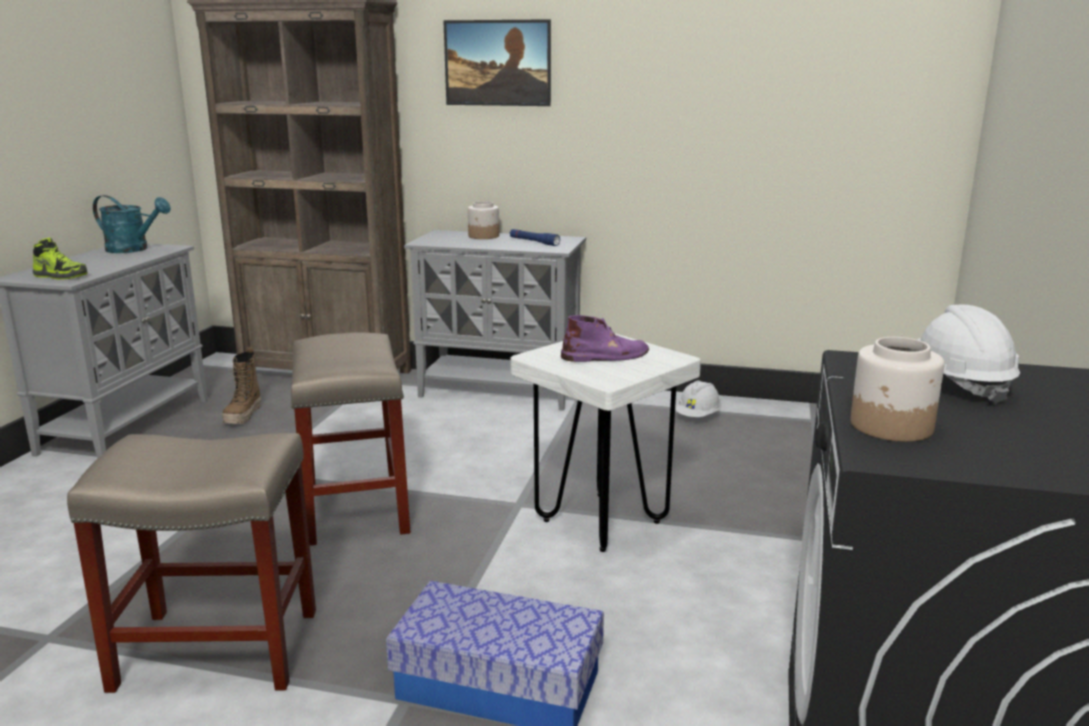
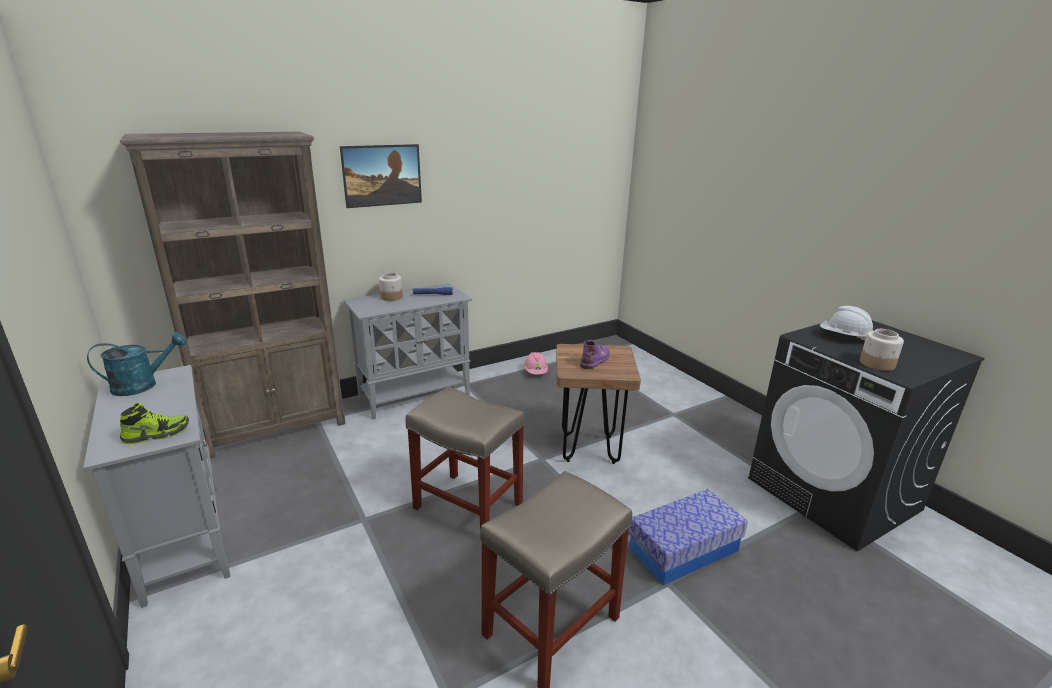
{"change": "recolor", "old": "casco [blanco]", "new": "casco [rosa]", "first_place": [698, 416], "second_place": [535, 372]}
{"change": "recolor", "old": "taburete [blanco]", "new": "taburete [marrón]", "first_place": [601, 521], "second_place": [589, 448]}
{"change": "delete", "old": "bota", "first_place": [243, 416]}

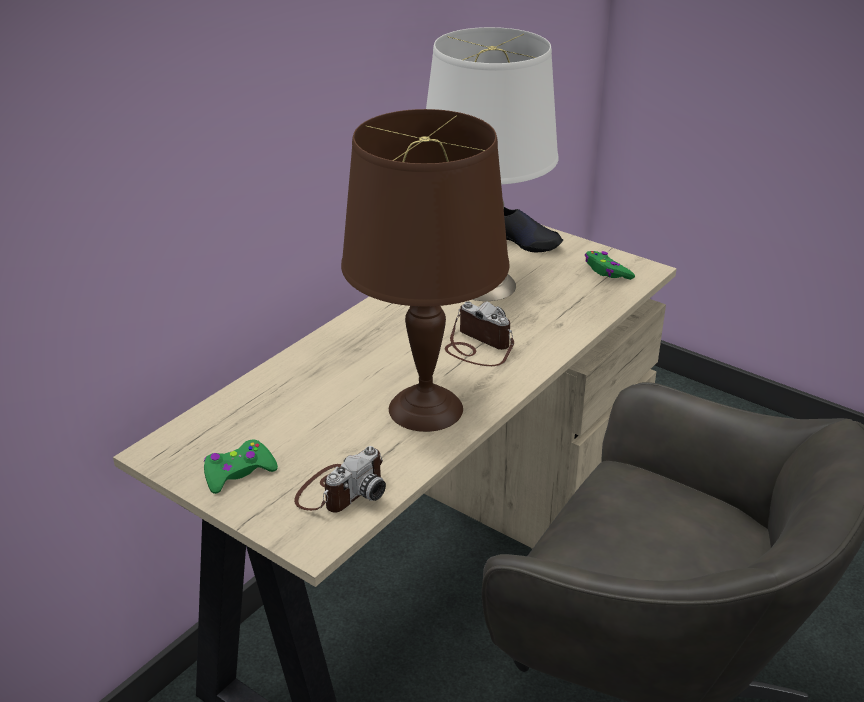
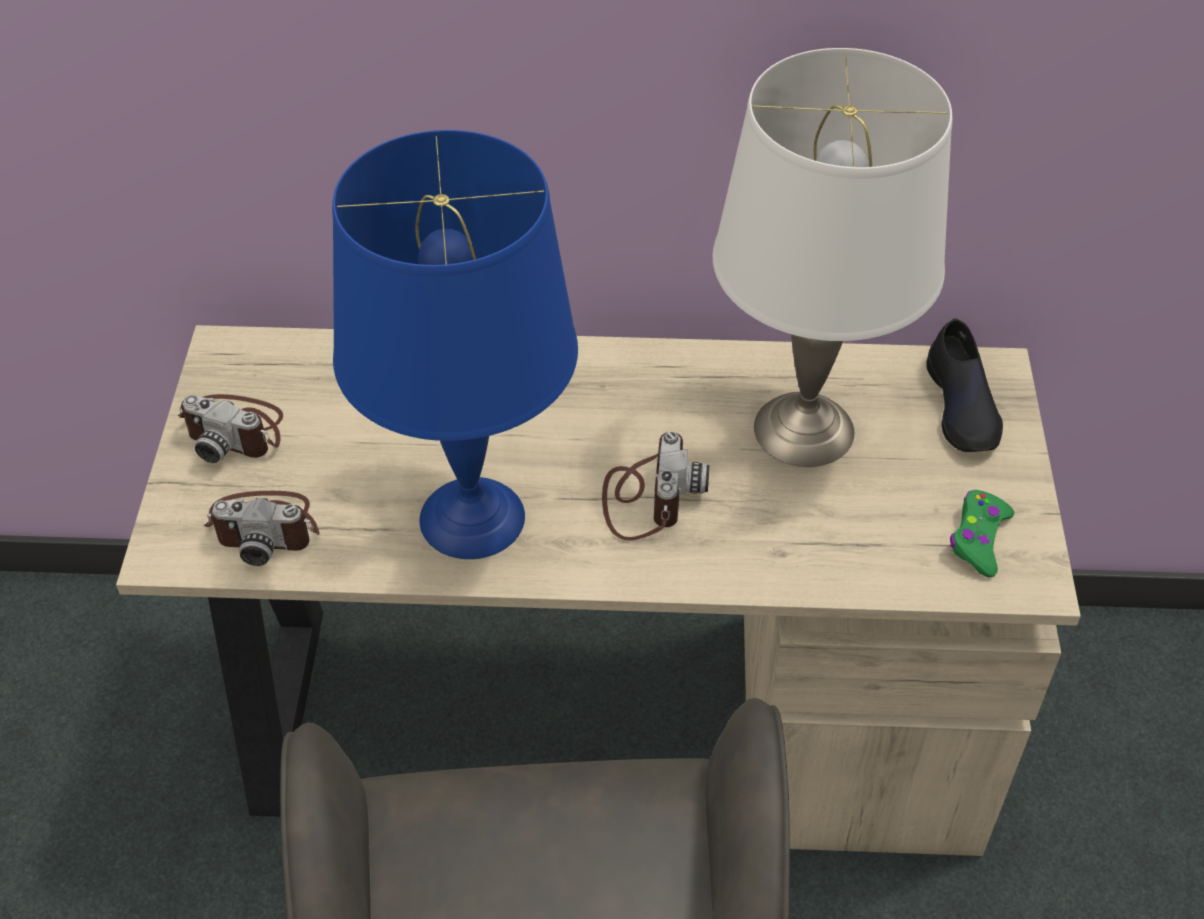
{"change": "replace", "old": "mando de consola [verde]", "new": "cámara", "first_place": [238, 473], "second_place": [236, 430]}
{"change": "recolor", "old": "lámpara de mesa [marrón]", "new": "lámpara de mesa [azul]", "first_place": [425, 409], "second_place": [470, 517]}

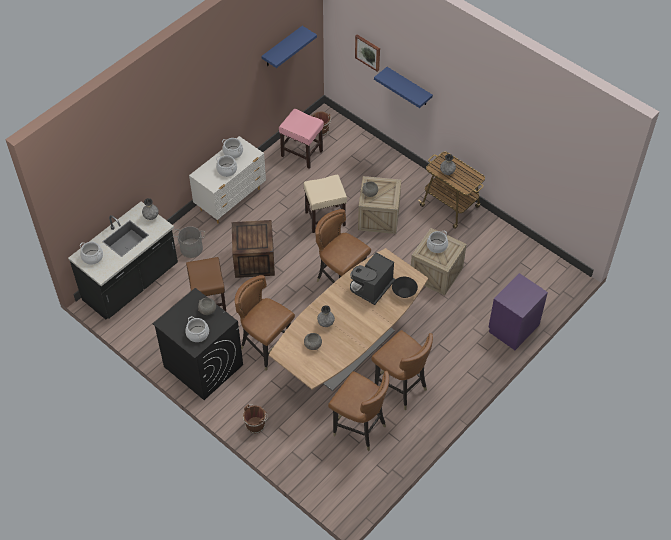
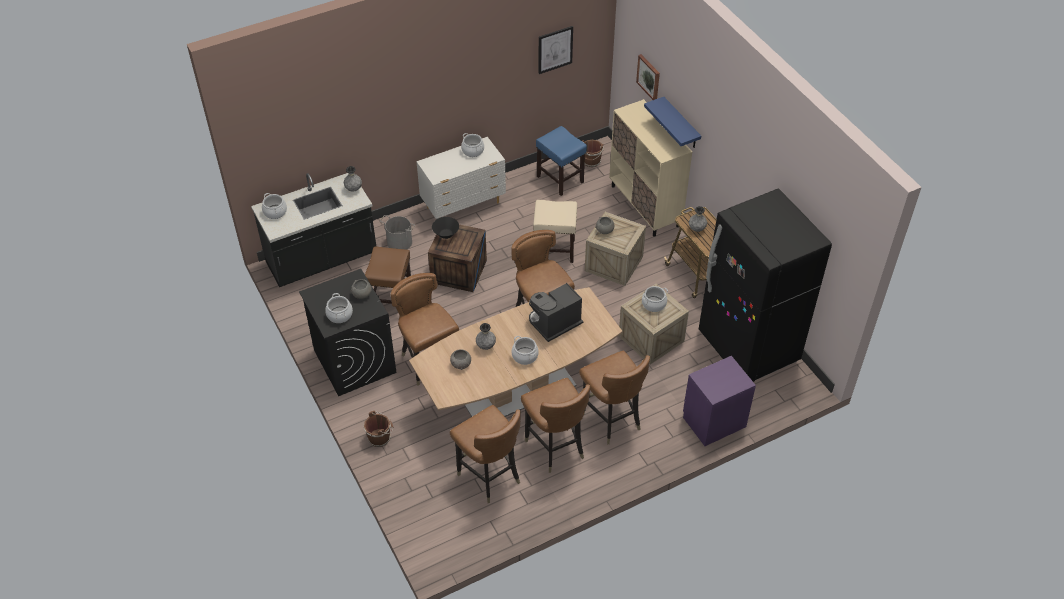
{"change": "move", "old": "cuenco [negro]", "first_place": [404, 293], "second_place": [446, 234]}
{"change": "move", "old": "olla", "first_place": [227, 170], "second_place": [525, 356]}
{"change": "recolor", "old": "taburete [rosa]", "new": "taburete [azul]", "first_place": [302, 154], "second_place": [560, 179]}
{"change": "replace", "old": "estante [azul]", "new": "cuadro", "first_place": [282, 47], "second_place": [555, 49]}
{"change": "insert", "new": "silla [marrón]", "second_place": [611, 420]}
{"change": "insert", "new": "armario [beis]", "second_place": [645, 206]}
{"change": "insert", "new": "nevera [negro]", "second_place": [748, 347]}

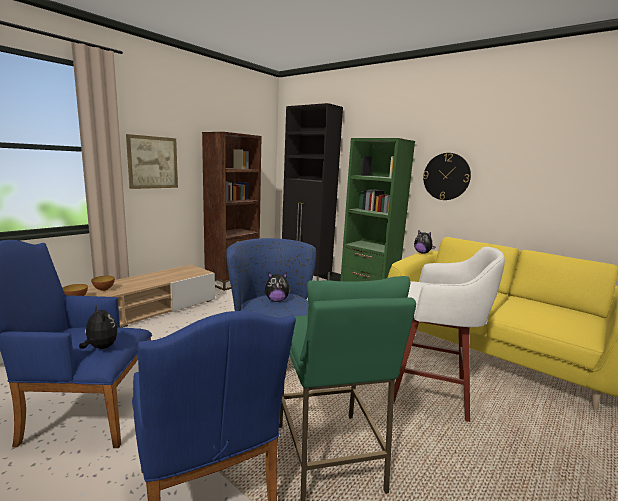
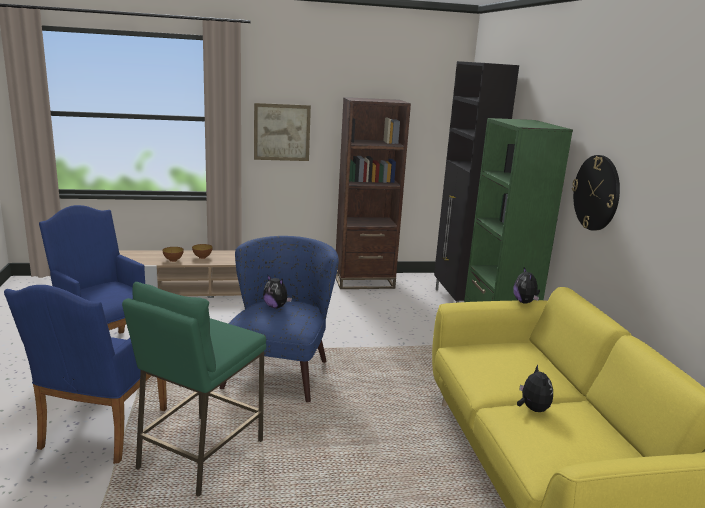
{"change": "move", "old": "peluche", "first_place": [100, 347], "second_place": [532, 409]}
{"change": "delete", "old": "taburete [blanco]", "first_place": [432, 392]}

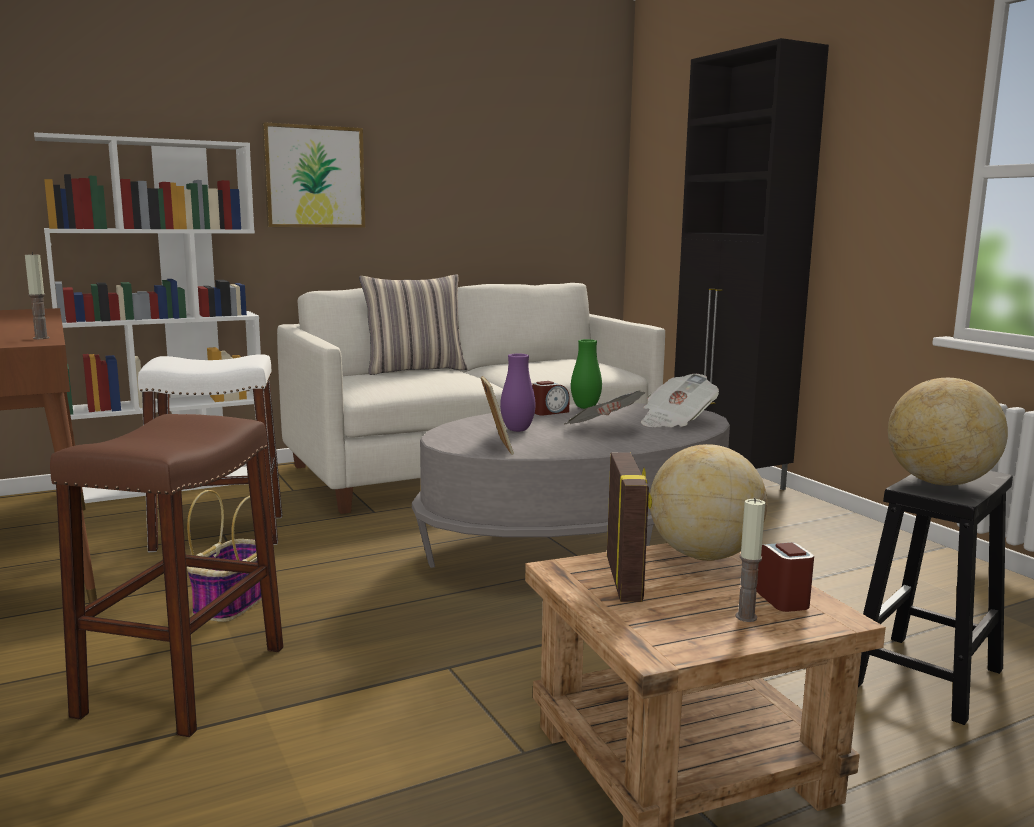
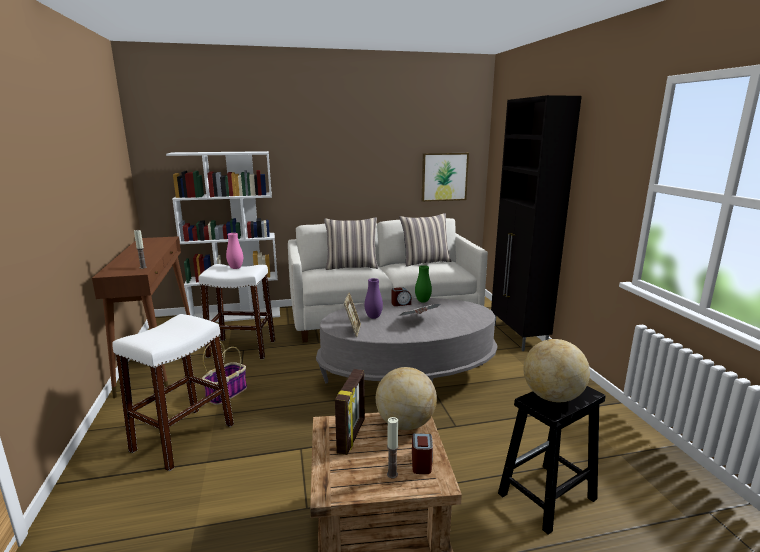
{"change": "recolor", "old": "taburete [marrón]", "new": "taburete [blanco]", "first_place": [184, 680], "second_place": [183, 437]}
{"change": "insert", "new": "florero [rosa]", "second_place": [235, 268]}
{"change": "insert", "new": "cojín", "second_place": [425, 262]}
{"change": "move", "old": "cuadro", "first_place": [314, 177], "second_place": [444, 177]}
{"change": "delete", "old": "periódico", "first_place": [675, 422]}

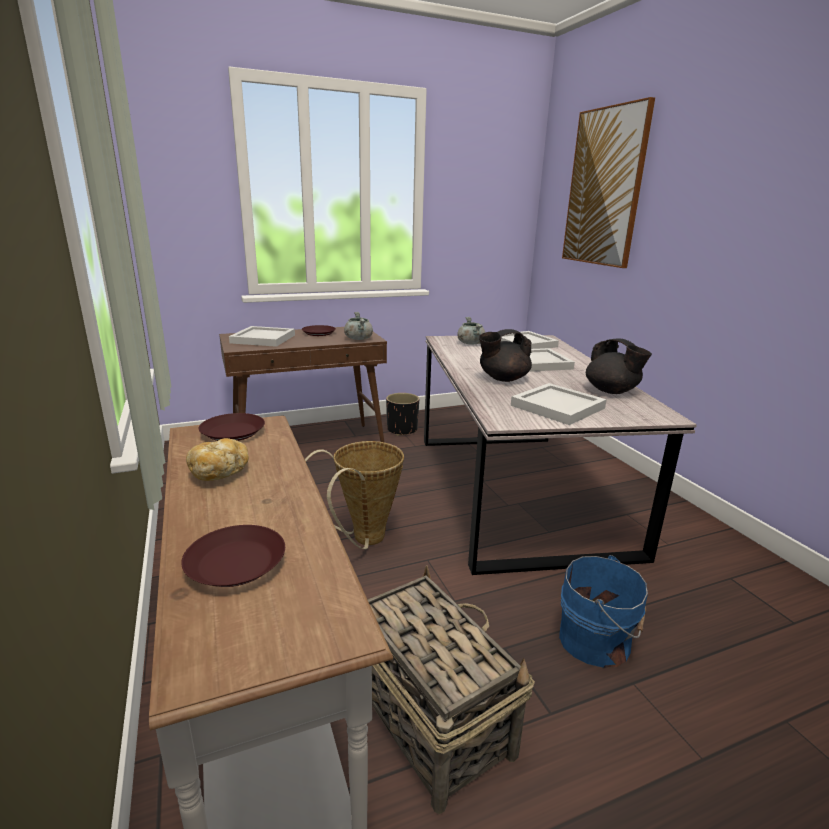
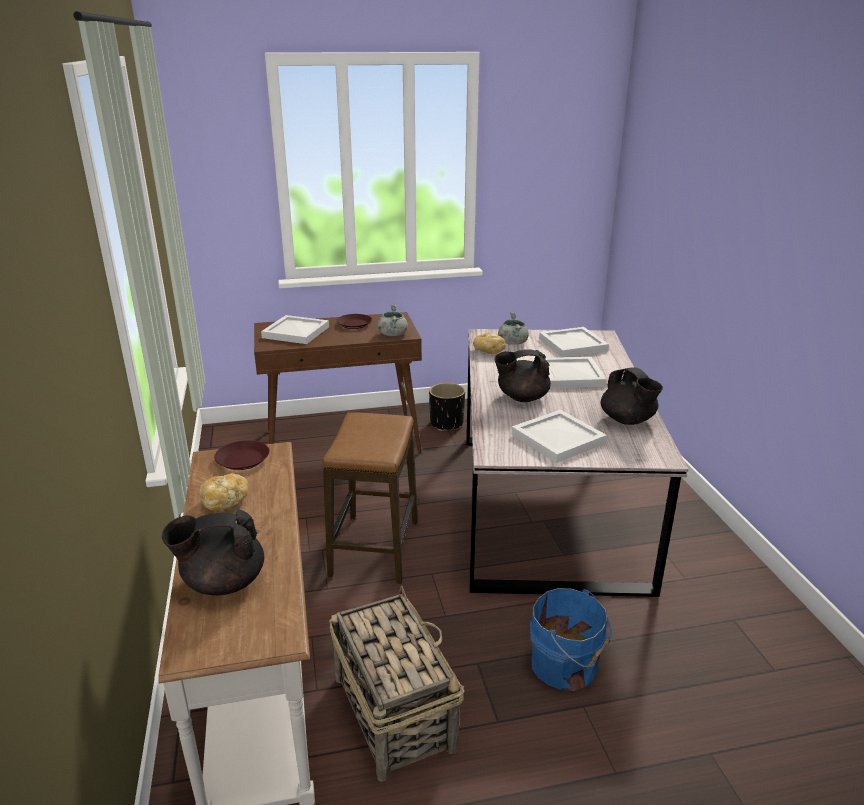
{"change": "replace", "old": "plato [marrón]", "new": "tetera [negro]", "first_place": [235, 563], "second_place": [223, 582]}
{"change": "replace", "old": "cesta", "new": "taburete", "first_place": [362, 540], "second_place": [374, 548]}
{"change": "insert", "new": "pan", "second_place": [488, 351]}
{"change": "delete", "old": "cuadro", "first_place": [605, 188]}

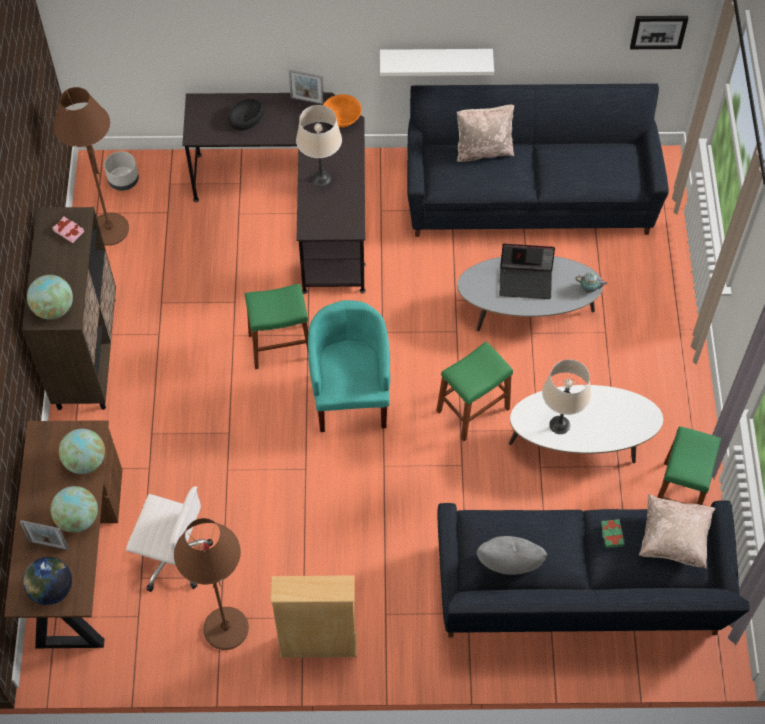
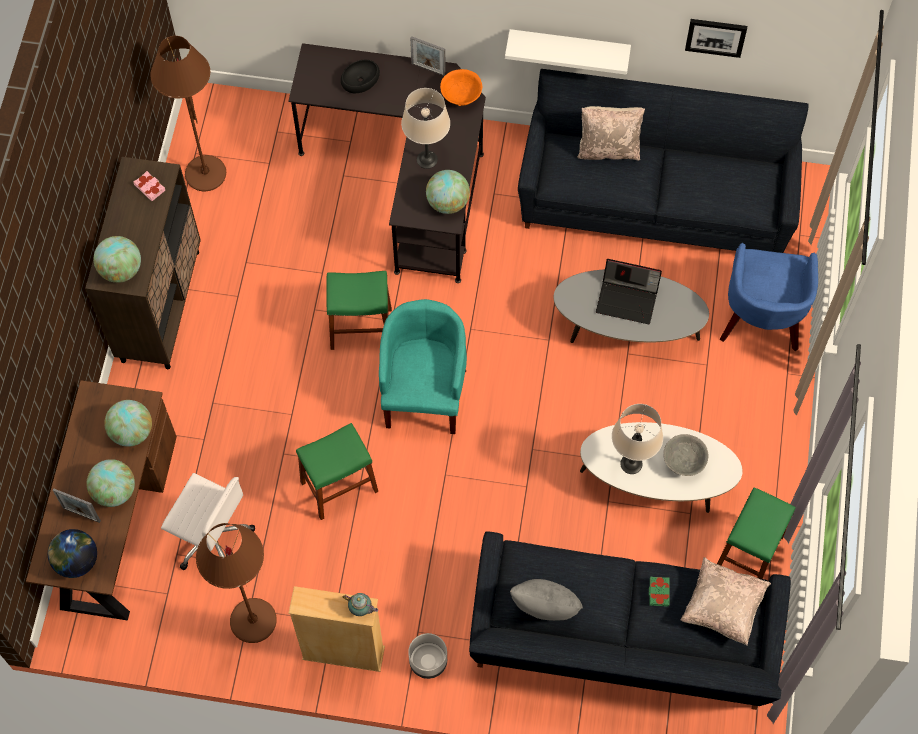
{"change": "move", "old": "taburete [verde]", "first_place": [473, 410], "second_place": [339, 486]}
{"change": "move", "old": "tetera", "first_place": [589, 289], "second_place": [361, 609]}
{"change": "move", "old": "maceta [gris]", "first_place": [123, 181], "second_place": [428, 661]}
{"change": "insert", "new": "globo terráqueo", "second_place": [448, 202]}
{"change": "insert", "new": "cuenco [gris]", "second_place": [683, 462]}
{"change": "move", "old": "cuadro", "first_place": [658, 31], "second_place": [715, 36]}
{"change": "insert", "new": "sillón [azul]", "second_place": [760, 319]}

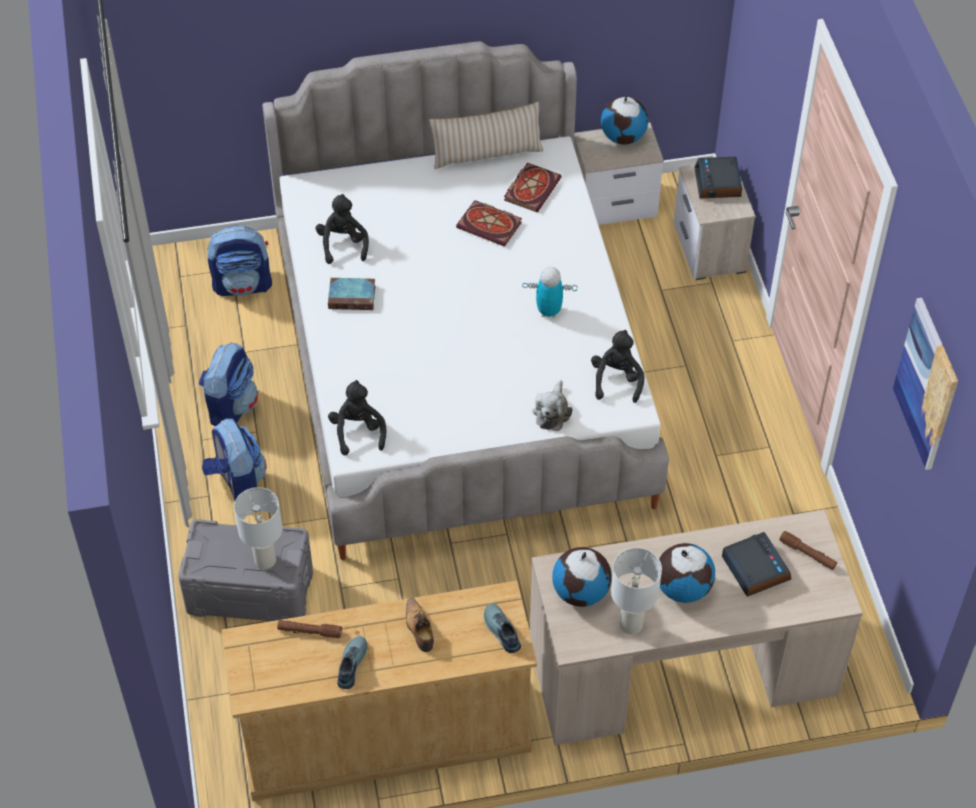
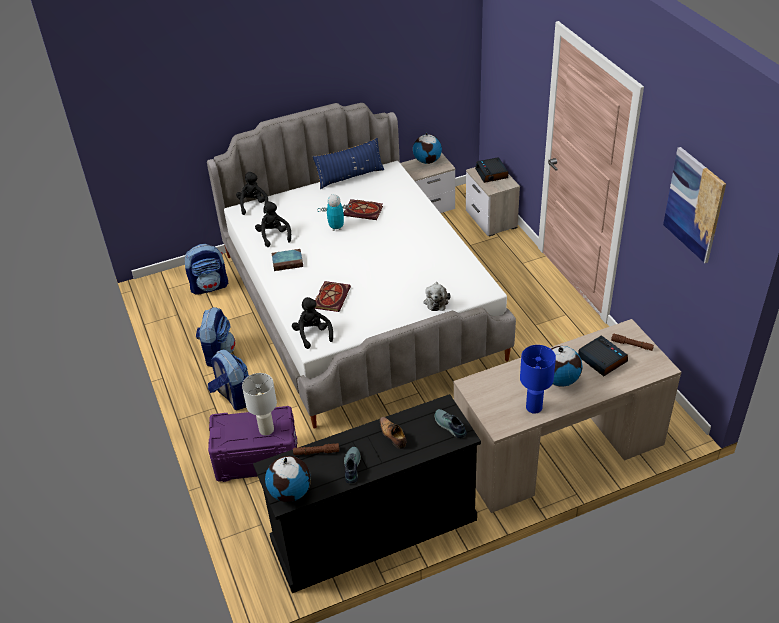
{"change": "recolor", "old": "caja de almacenaje [gris]", "new": "caja de almacenaje [morado]", "first_place": [250, 591], "second_place": [257, 459]}
{"change": "move", "old": "peluche [negro]", "first_place": [617, 380], "second_place": [253, 205]}
{"change": "recolor", "old": "cómoda [beis]", "new": "cómoda [negro]", "first_place": [384, 736], "second_place": [373, 531]}
{"change": "move", "old": "globo terráqueo", "first_place": [581, 592], "second_place": [291, 492]}
{"change": "recolor", "old": "cojín [beis]", "new": "cojín [azul]", "first_place": [486, 154], "second_place": [350, 176]}
{"change": "move", "old": "libro", "first_place": [531, 188], "second_place": [331, 297]}
{"change": "move", "old": "robot de juguete", "first_place": [548, 312], "second_place": [336, 227]}
{"change": "recolor", "old": "lámpara de mesa [blanco]", "new": "lámpara de mesa [azul]", "first_place": [631, 625], "second_place": [534, 408]}

